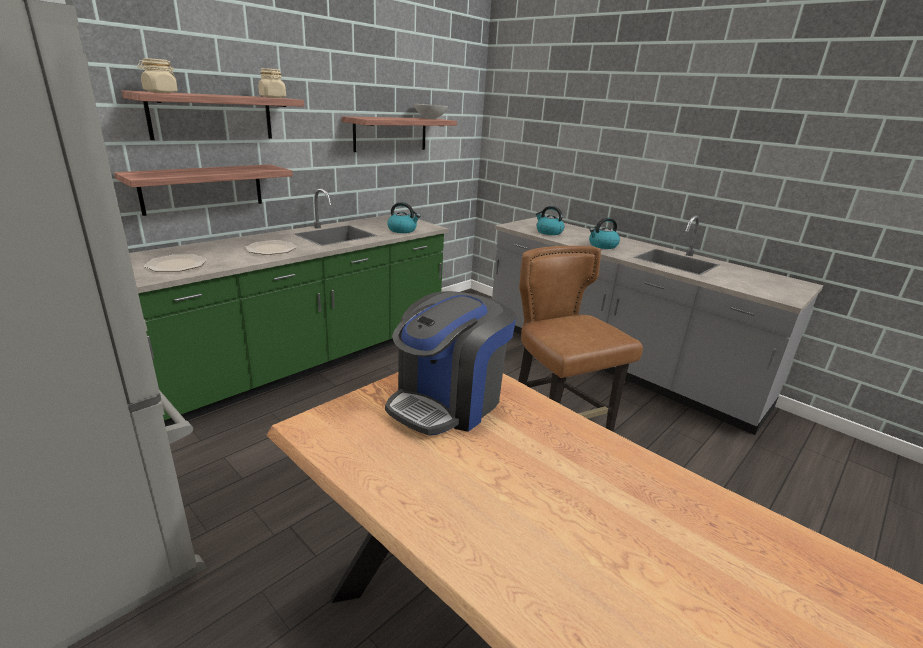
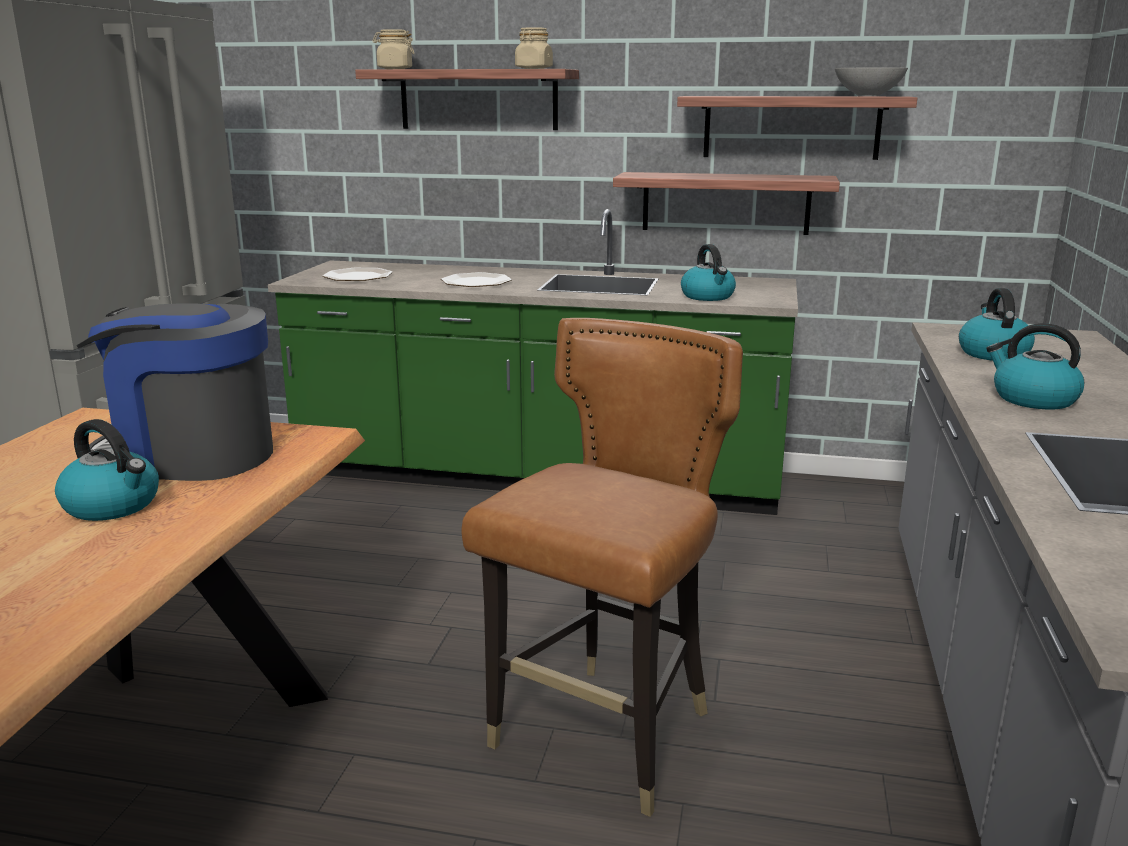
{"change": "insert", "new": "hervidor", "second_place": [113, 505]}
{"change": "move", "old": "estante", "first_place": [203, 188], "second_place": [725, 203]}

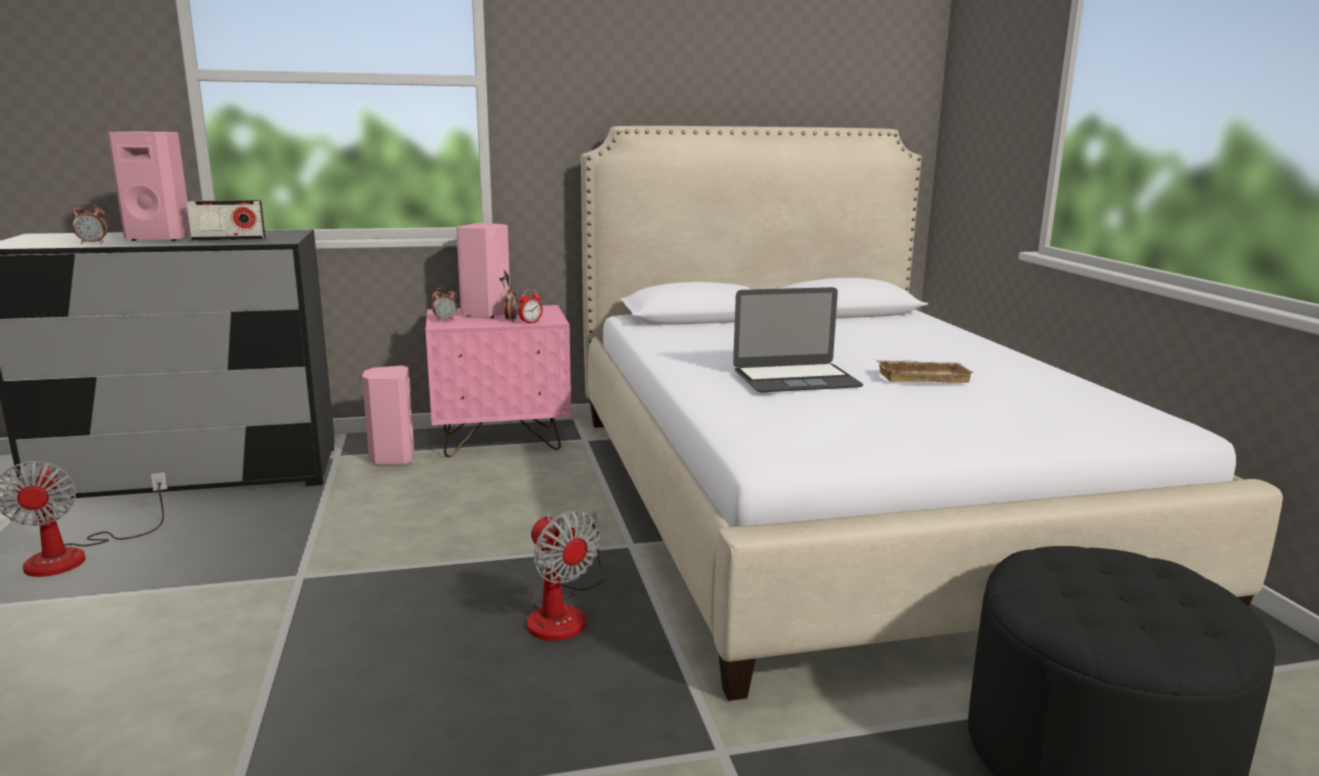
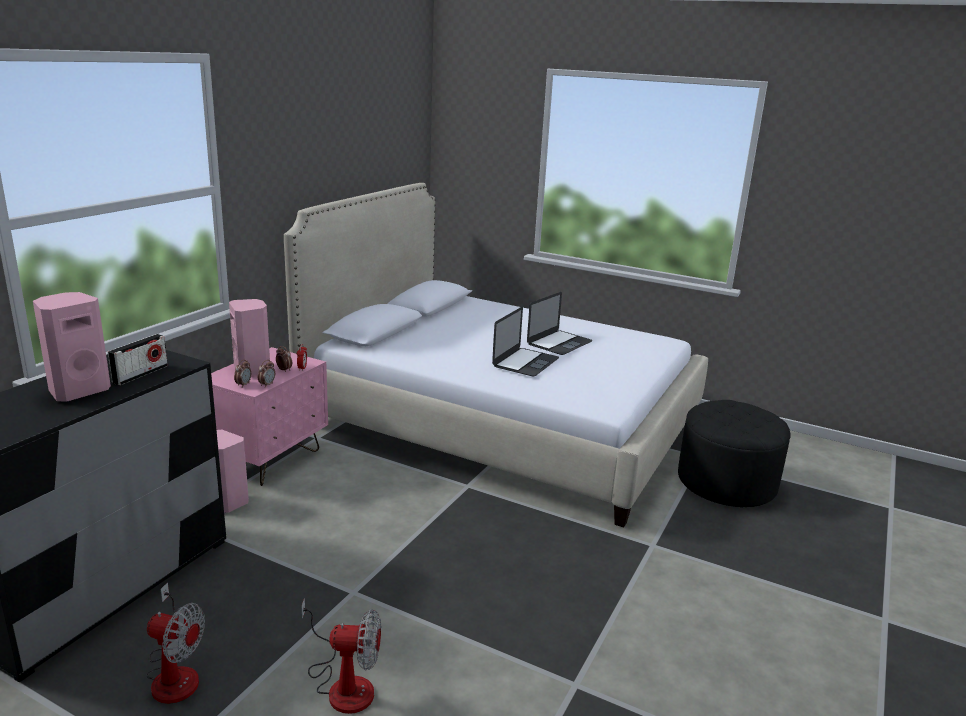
{"change": "move", "old": "despertador", "first_place": [93, 243], "second_place": [267, 385]}
{"change": "move", "old": "ventilador", "first_place": [564, 612], "second_place": [343, 684]}
{"change": "replace", "old": "bandeja [beis]", "new": "portátil", "first_place": [922, 376], "second_place": [559, 342]}

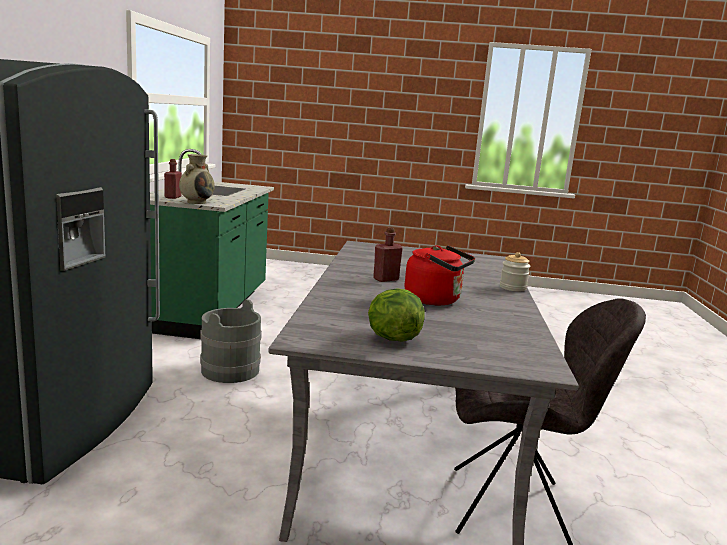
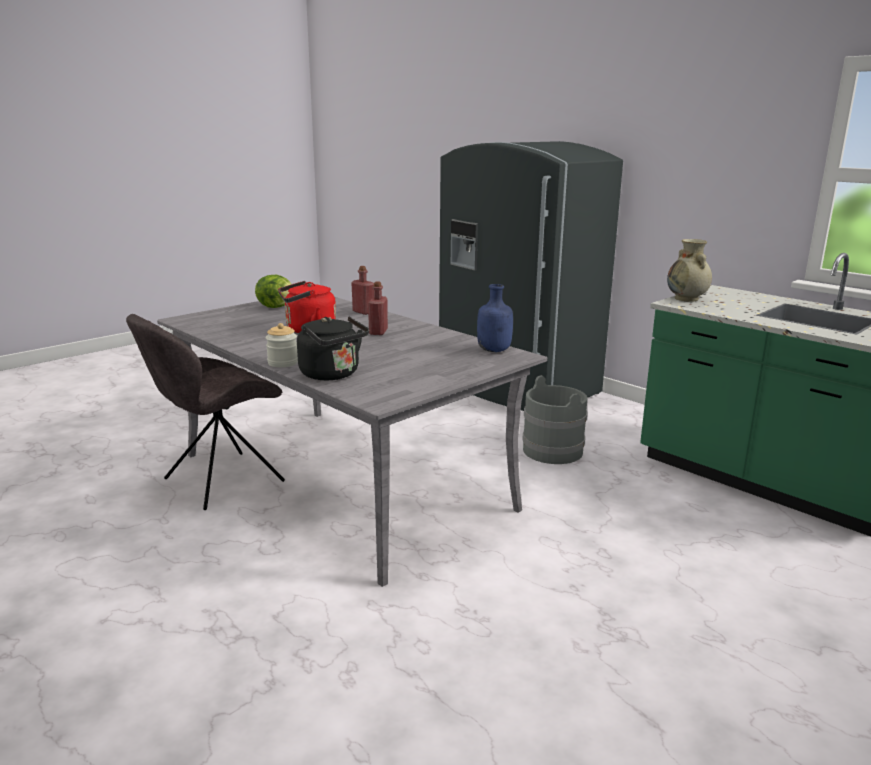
{"change": "insert", "new": "hervidor [negro]", "second_place": [332, 375]}
{"change": "move", "old": "botella [rojo]", "first_place": [173, 197], "second_place": [363, 312]}
{"change": "insert", "new": "botella [azul]", "second_place": [494, 350]}

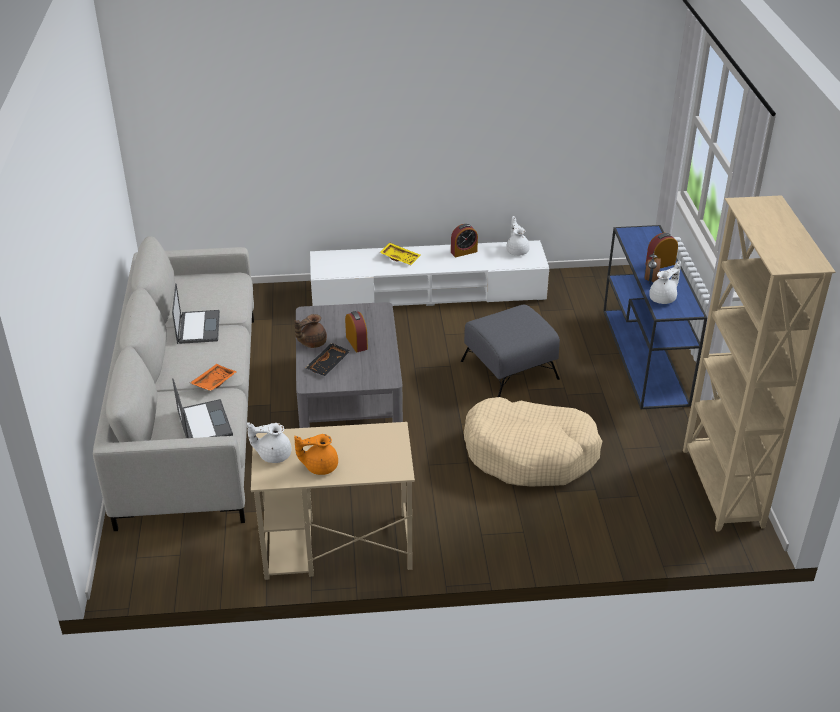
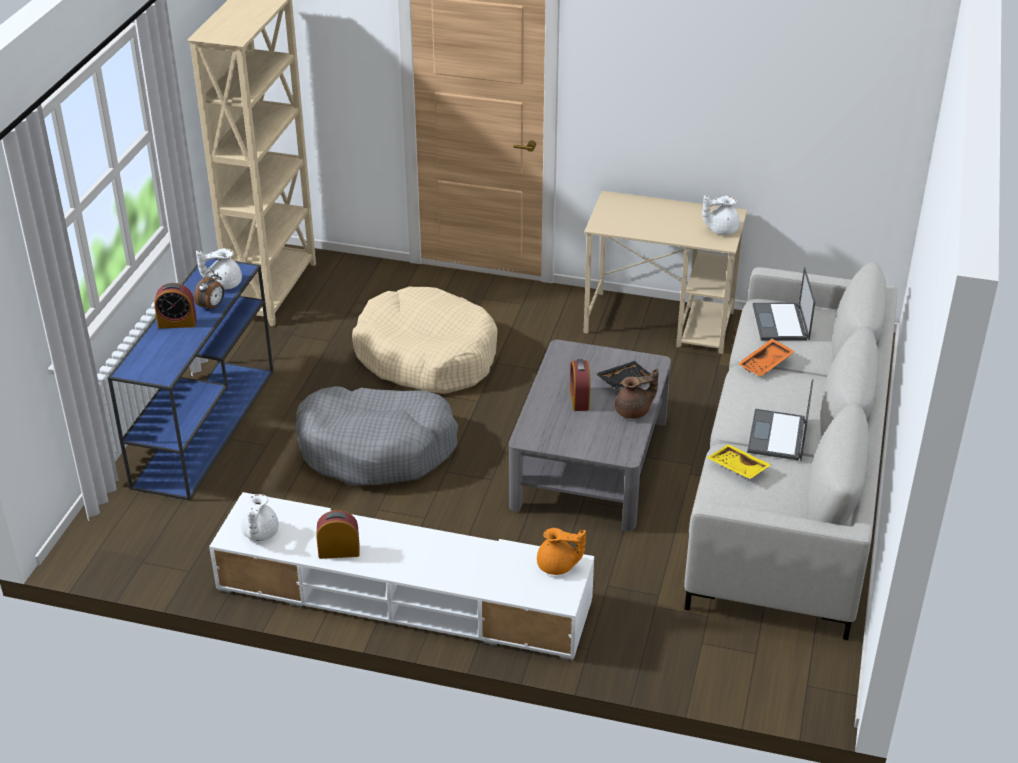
{"change": "replace", "old": "puf [gris]", "new": "cama para perro [gris]", "first_place": [510, 370], "second_place": [377, 449]}
{"change": "move", "old": "tetera [naranja]", "first_place": [319, 466], "second_place": [558, 566]}
{"change": "rotate", "old": "tetera [blanco]", "first_place": [273, 454], "second_place": [720, 229], "degrees": 150}
{"change": "move", "old": "bandeja [amarillo]", "first_place": [400, 258], "second_place": [737, 468]}

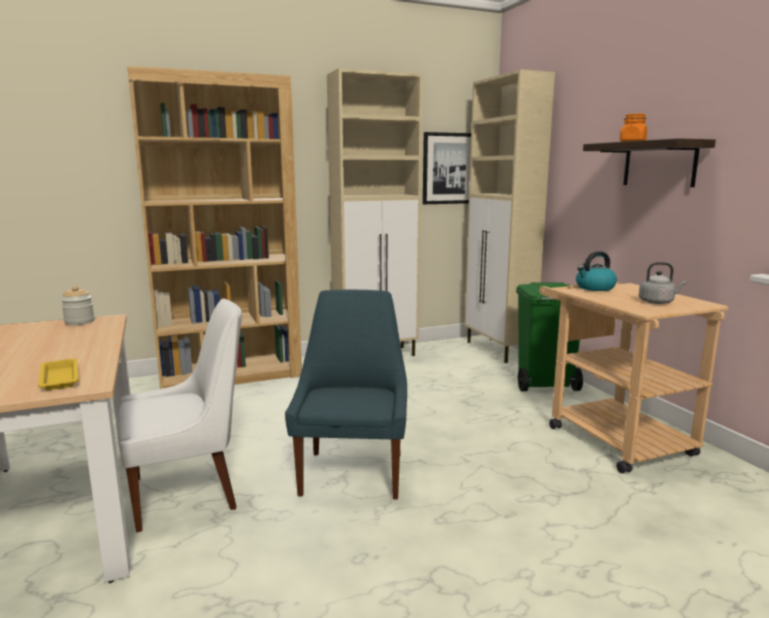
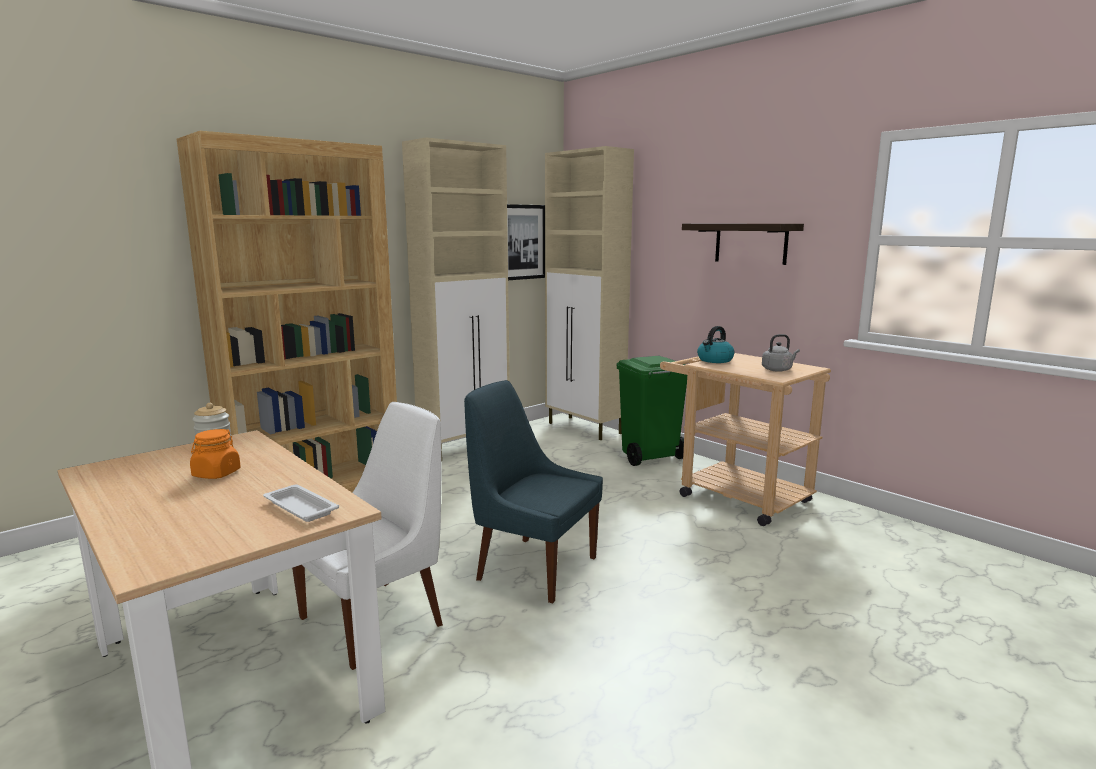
{"change": "move", "old": "tarro [naranja]", "first_place": [632, 142], "second_place": [216, 474]}
{"change": "recolor", "old": "bandeja [amarillo]", "new": "bandeja [blanco]", "first_place": [60, 378], "second_place": [300, 507]}
{"change": "rotate", "old": "silla [azul]", "first_place": [353, 472], "second_place": [533, 567], "degrees": -45}

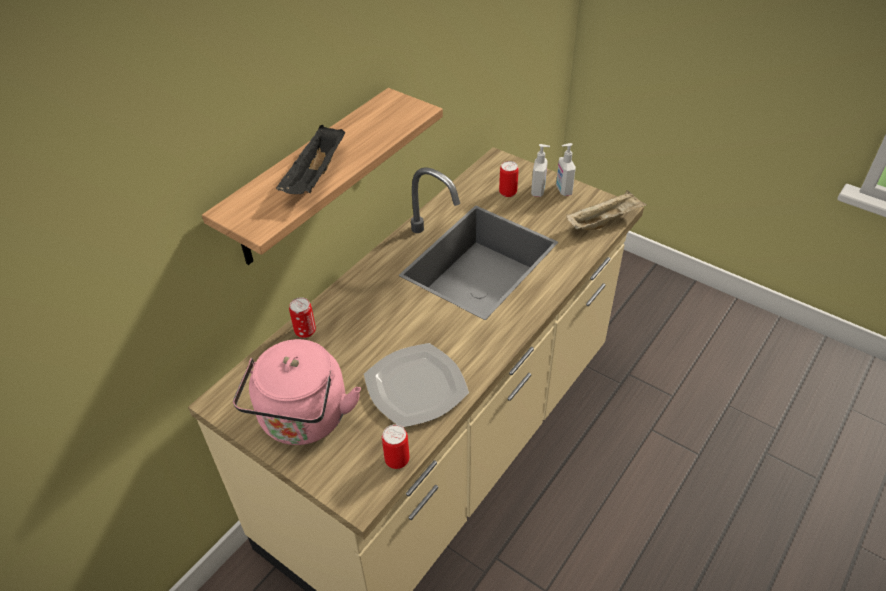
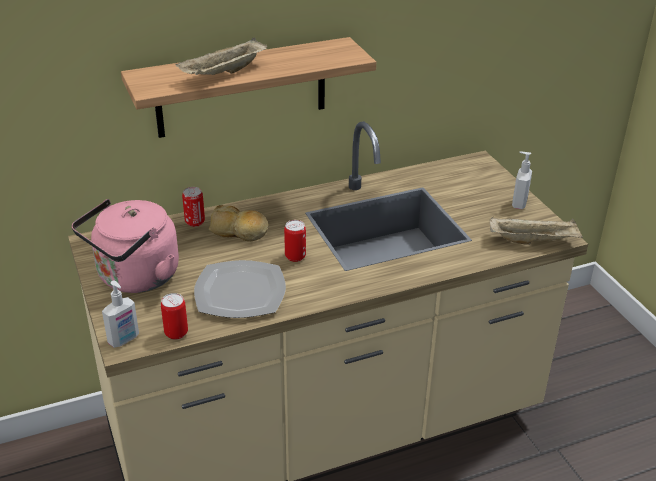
{"change": "move", "old": "dispensador de jabón", "first_place": [538, 191], "second_place": [124, 340]}
{"change": "recolor", "old": "bandeja [negro]", "new": "bandeja [beis]", "first_place": [316, 176], "second_place": [224, 73]}
{"change": "insert", "new": "pan", "second_place": [239, 232]}
{"change": "move", "old": "lata", "first_place": [508, 192], "second_place": [295, 256]}

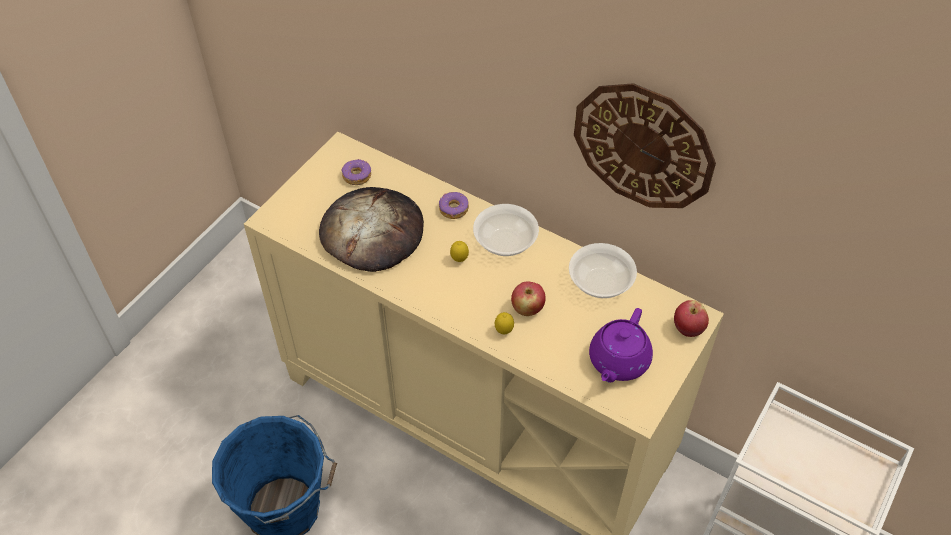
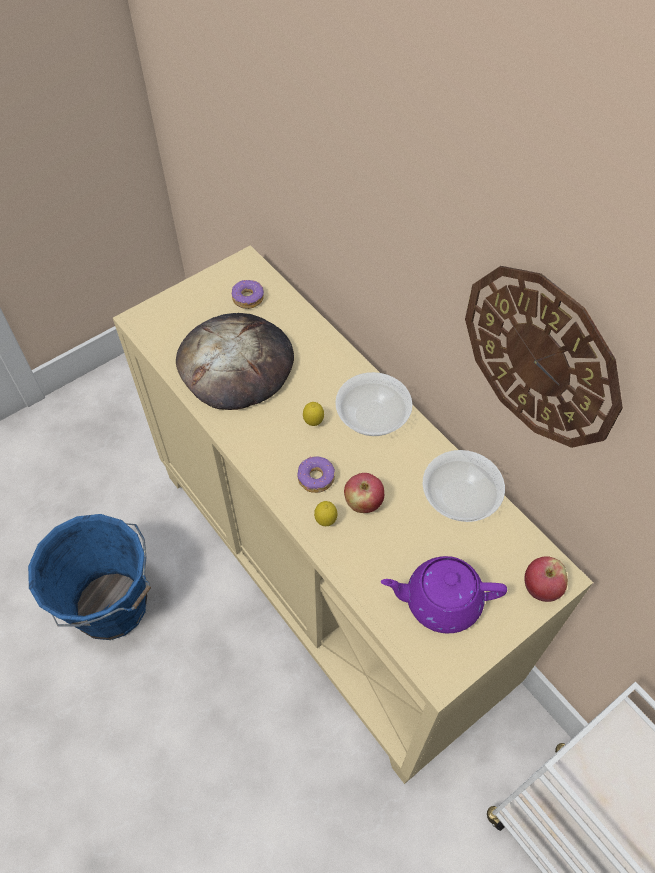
{"change": "move", "old": "rosquilla", "first_place": [453, 209], "second_place": [315, 478]}
{"change": "rotate", "old": "tetera [morado]", "first_place": [618, 361], "second_place": [440, 601], "degrees": 45}

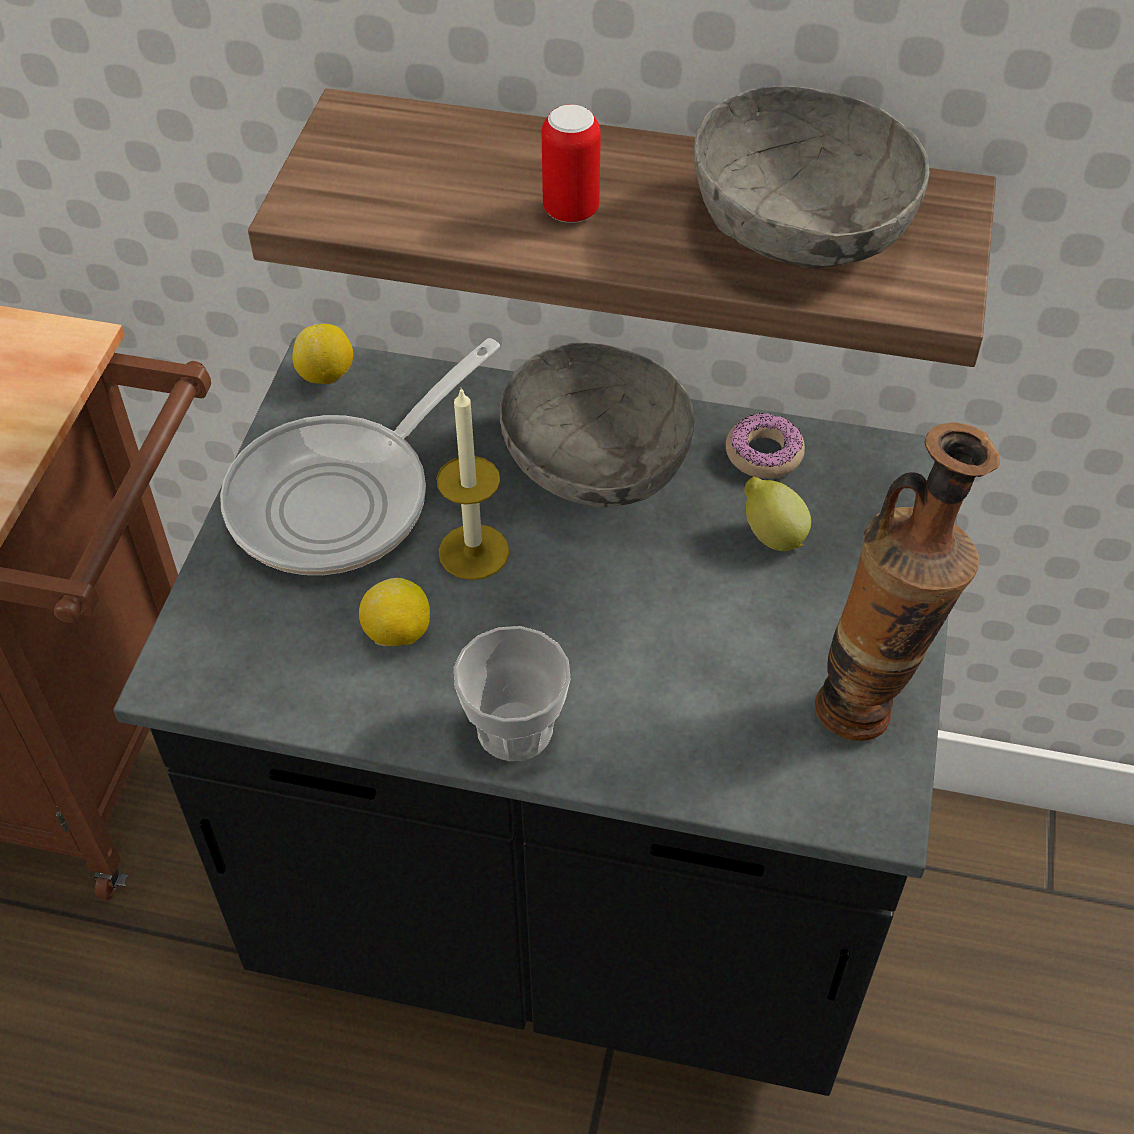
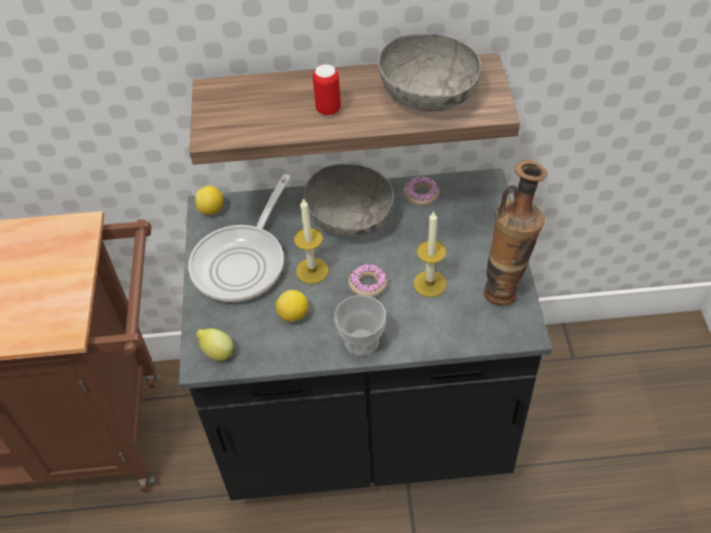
{"change": "move", "old": "limón", "first_place": [771, 536], "second_place": [217, 353]}
{"change": "insert", "new": "rosquilla", "second_place": [367, 284]}
{"change": "insert", "new": "vela", "second_place": [430, 283]}

